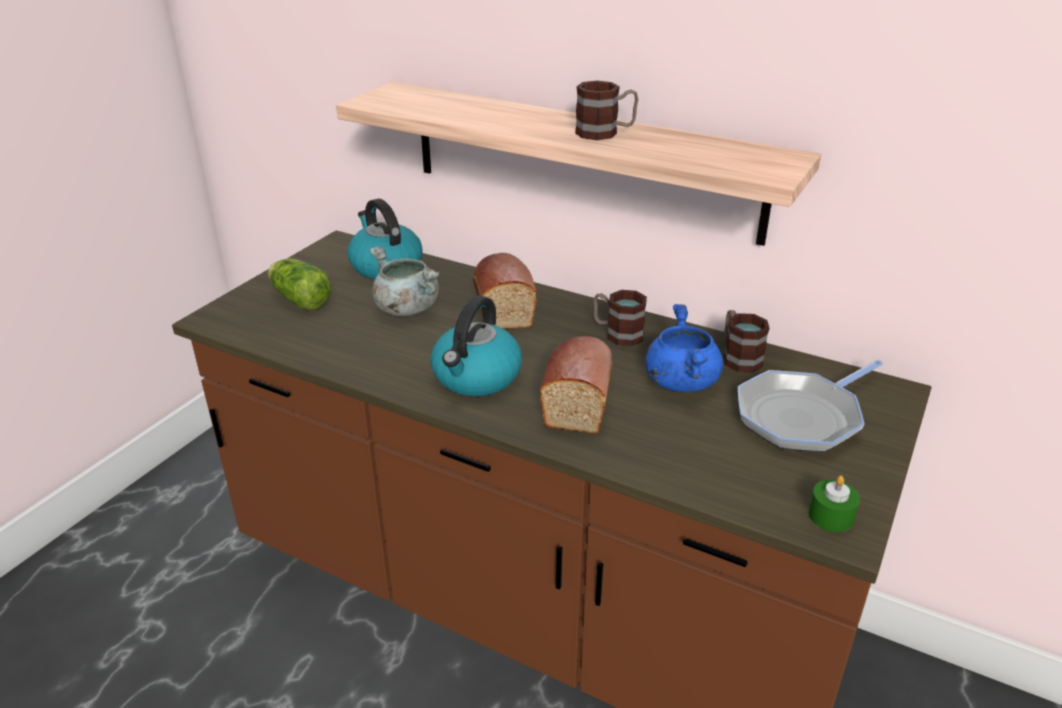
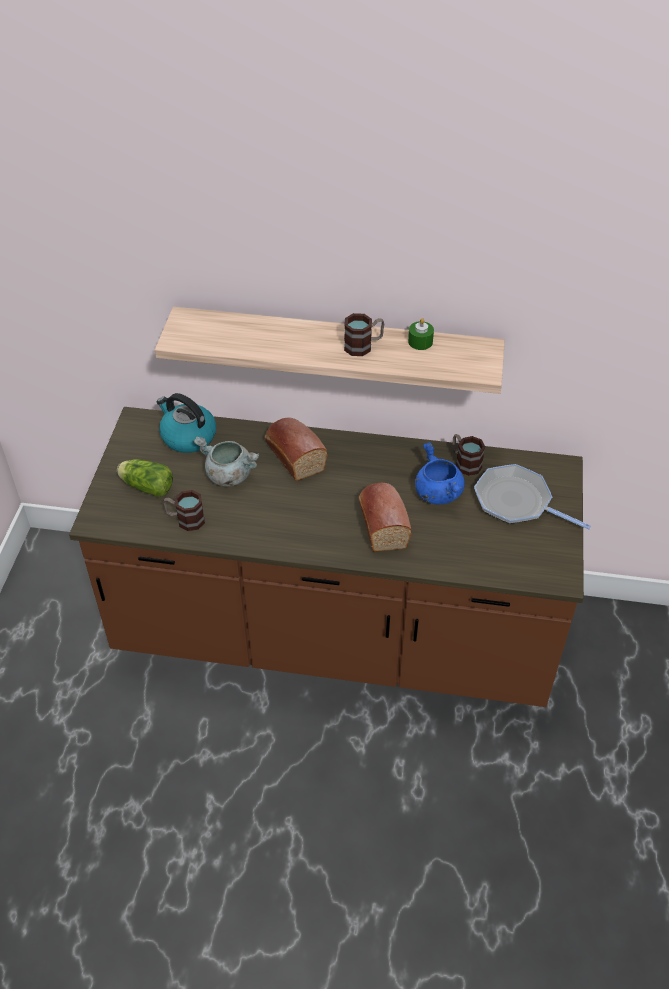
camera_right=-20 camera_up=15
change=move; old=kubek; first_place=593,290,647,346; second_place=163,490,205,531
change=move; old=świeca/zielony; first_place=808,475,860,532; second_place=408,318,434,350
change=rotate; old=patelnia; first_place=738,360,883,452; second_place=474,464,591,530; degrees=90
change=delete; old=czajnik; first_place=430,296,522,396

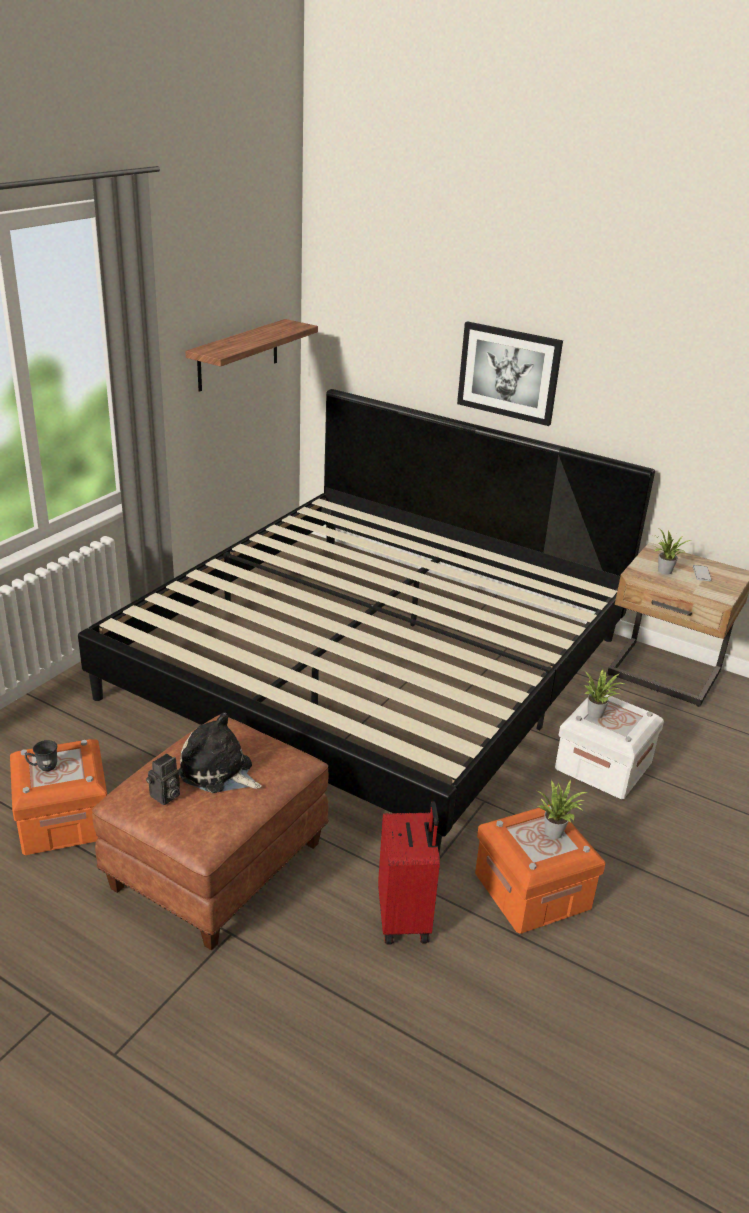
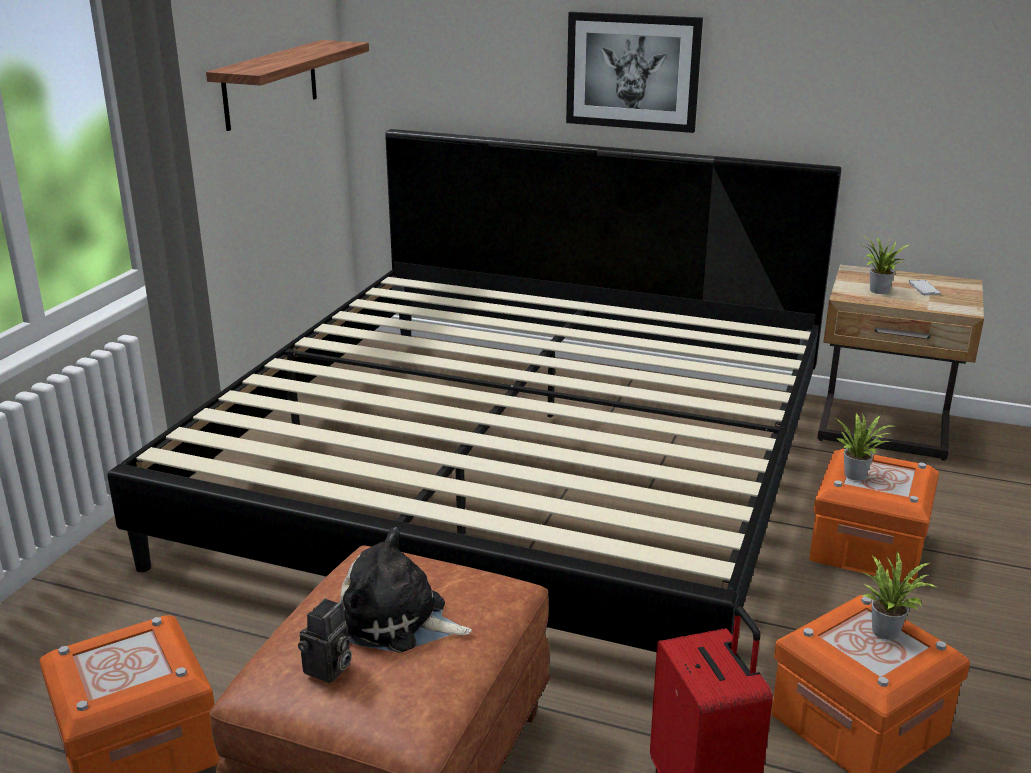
camera_right=-10 camera_up=-5
change=recolor; old=pojemnik do przechowywania/biały; new=pojemnik do przechowywania/pomarańczowy; first_place=555,692,664,799; second_place=809,449,939,584
change=delete; old=kubek/szary; first_place=25,740,57,771

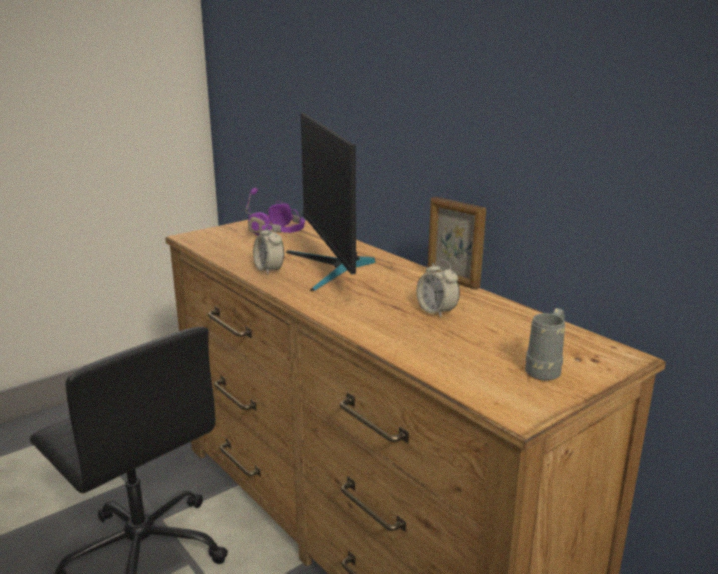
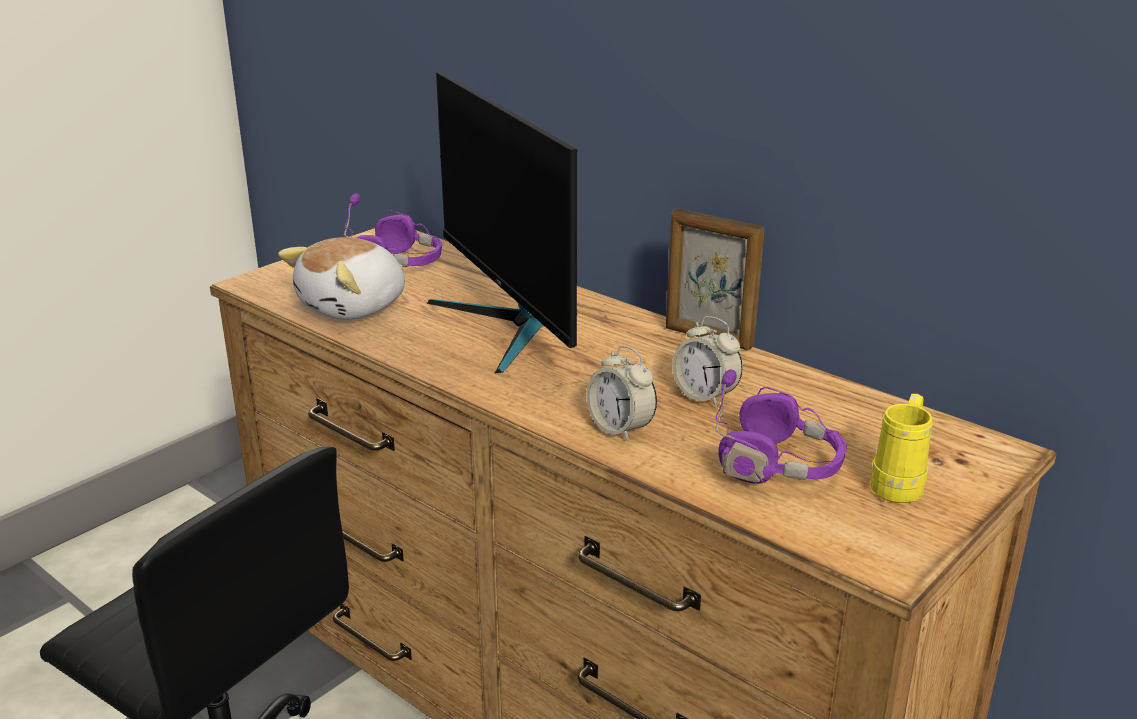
camera_right=-10 camera_up=5
change=insert; new=pluszak; second_place=278,237,405,320
change=move; old=budzik; first_place=253,224,284,275; second_place=587,345,657,442
change=insert; new=słuchawki/fioletowy; second_place=715,369,847,484
change=recolor; old=kubek/szary; new=kubek/żółty; first_place=525,308,565,381; second_place=870,394,933,503

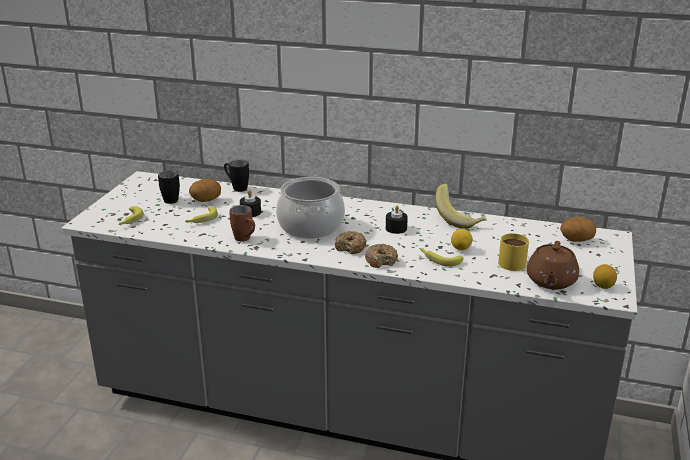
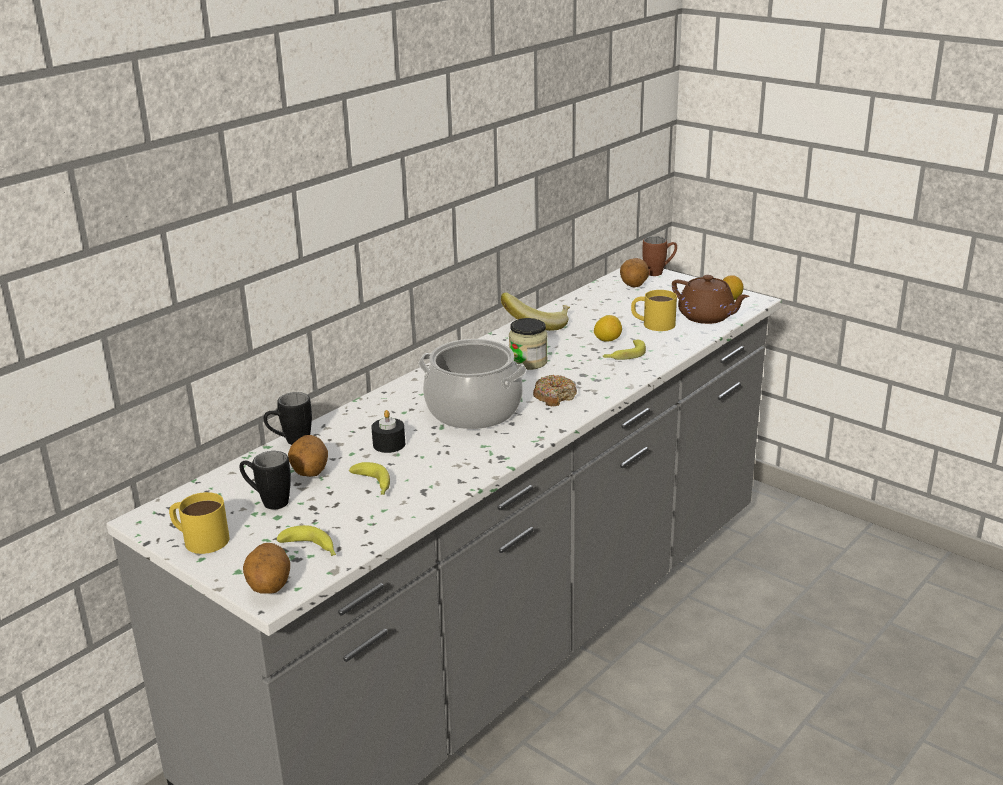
camera_right=-65 camera_up=0
change=insert; new=kubek/żółty; second_place=169,492,230,554
change=insert; new=ziemniak; second_place=243,543,290,594
change=replace; old=świeca/czarny; new=słoik; first_place=386,205,408,234; second_place=509,318,548,370
change=move; old=kubek/brązowy; first_place=229,205,255,242; second_place=642,236,677,276
change=delete; old=donut; first_place=365,244,398,268

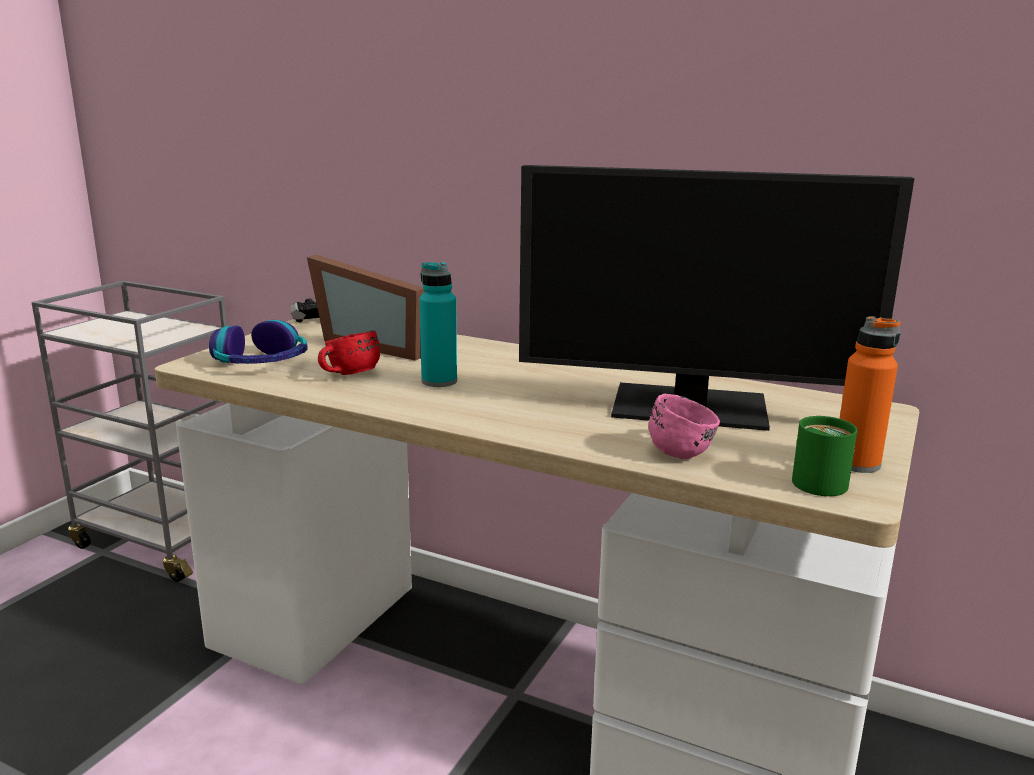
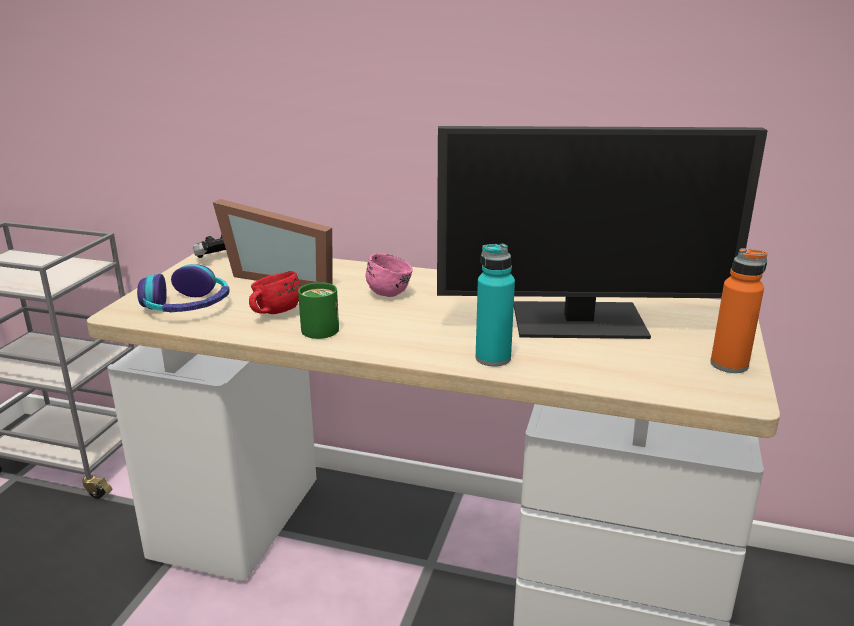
camera_right=-10 camera_up=5
change=move; old=kubek/zielony; first_place=792,416,857,496; second_place=298,282,339,339
change=move; old=kubek/różowy; first_place=648,394,720,459; second_place=365,253,413,297
change=move; old=butelka/turkusowy; first_place=419,262,457,387; second_place=475,244,515,366

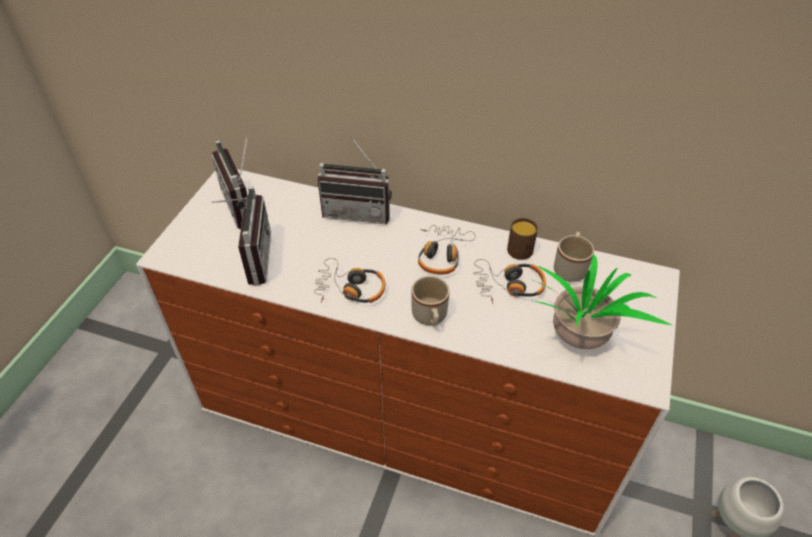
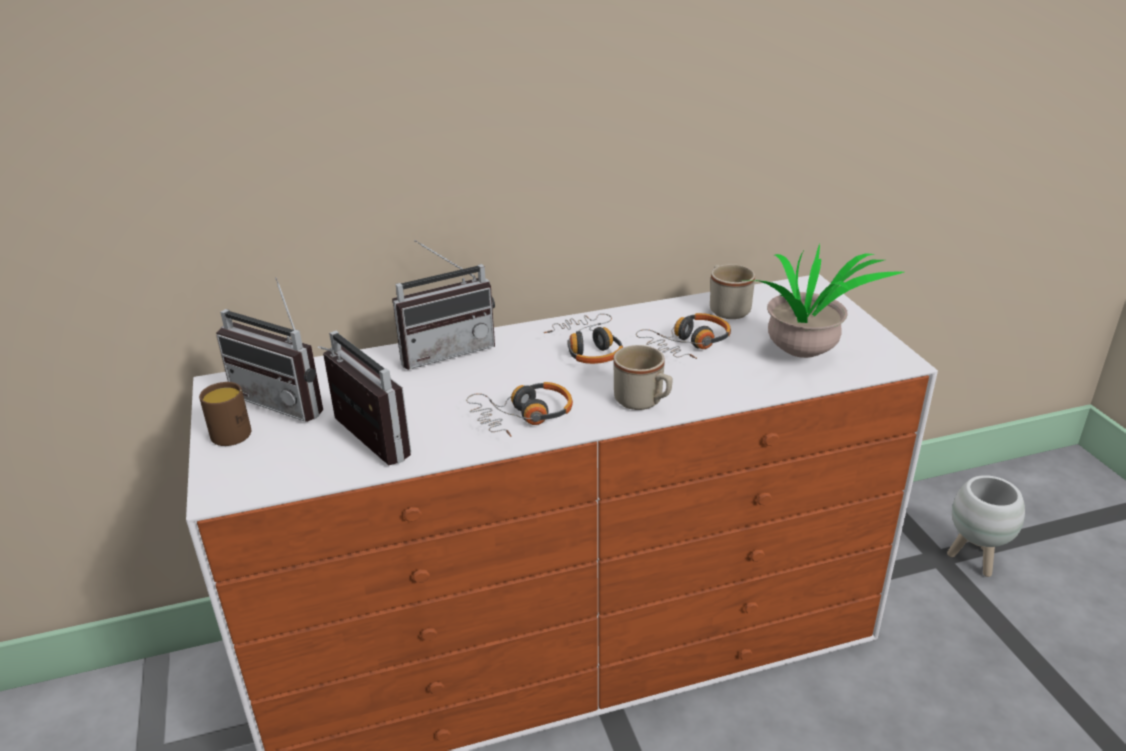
camera_right=-35 camera_up=-15
change=move; old=kubek/brązowy; first_place=507,218,538,260; second_place=199,382,251,446

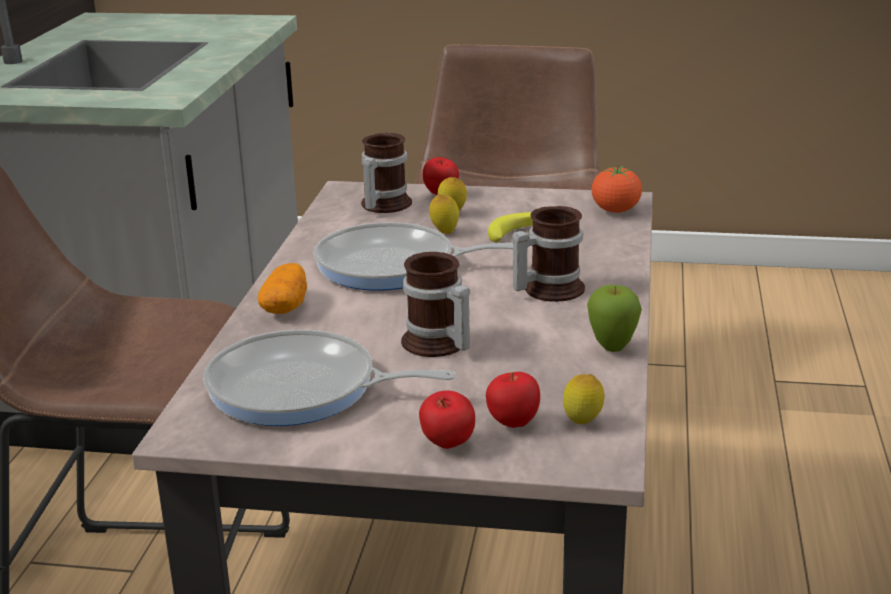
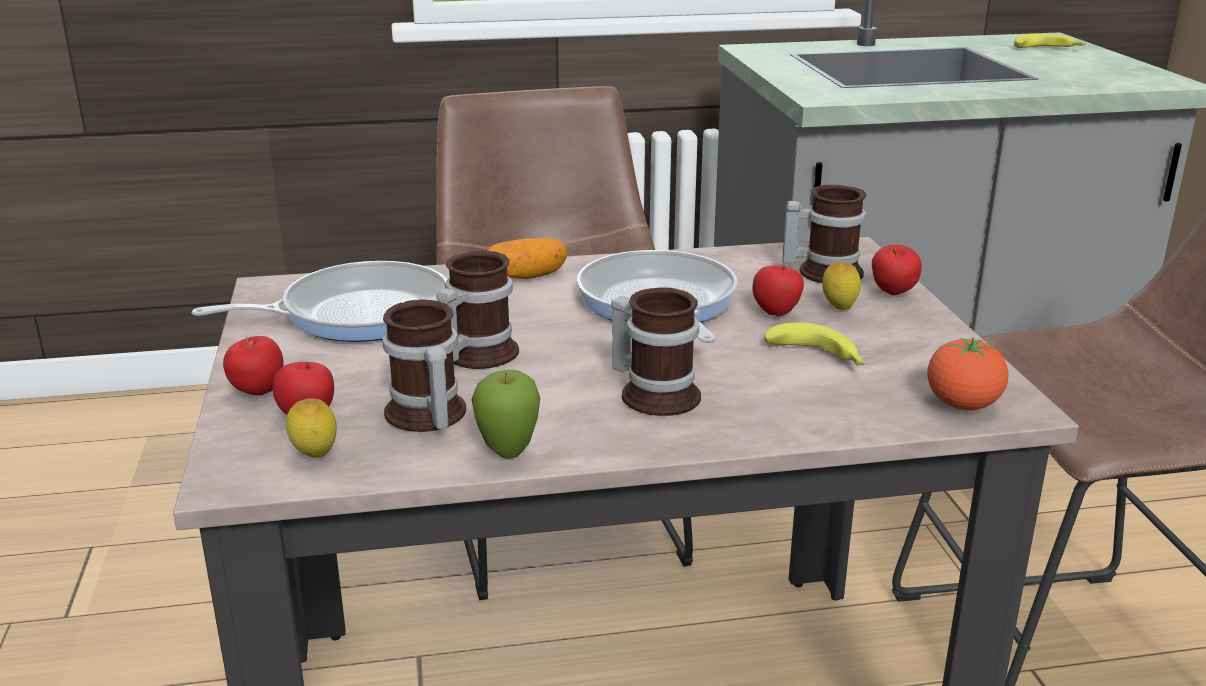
camera_right=70 camera_up=0
change=rotate; old=patelnia; first_place=203,330,456,426; second_place=192,261,447,342; degrees=75
change=insert; new=kubek; second_place=382,299,466,432
change=replace; old=cytryna; new=jabłko; first_place=429,194,459,234; second_place=752,265,804,317
change=insert; new=banan; second_place=1014,34,1087,48

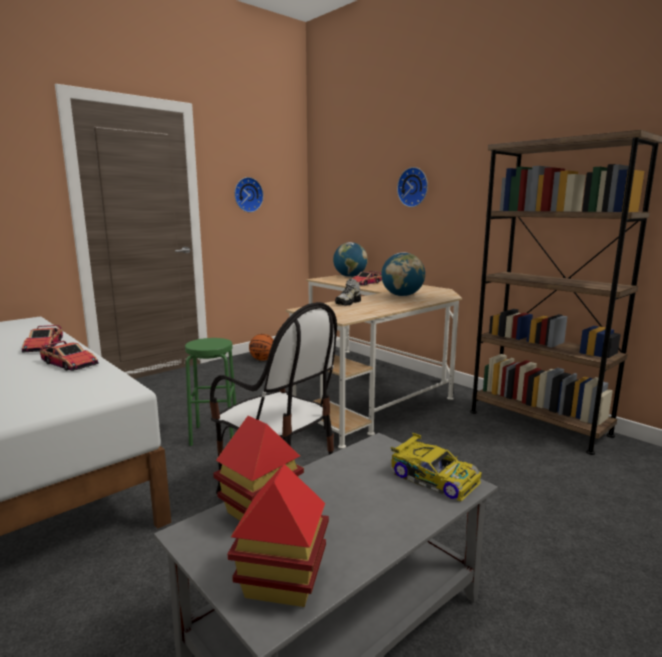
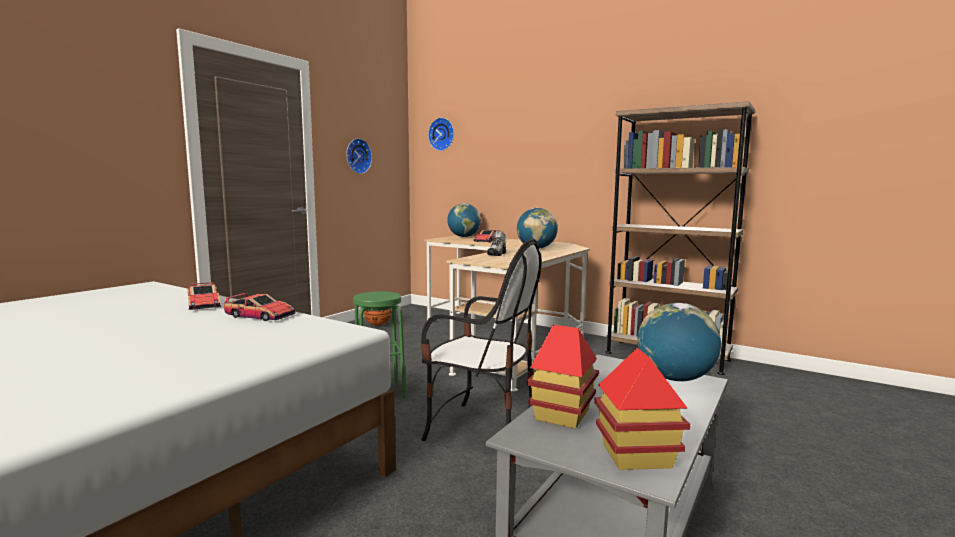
camera_right=-15 camera_up=-5
change=move; old=zegar ścienny; first_place=397,167,428,207; second_place=428,118,454,151
change=replace; old=samochodzik; new=globus; first_place=391,433,482,501; second_place=637,303,721,381

